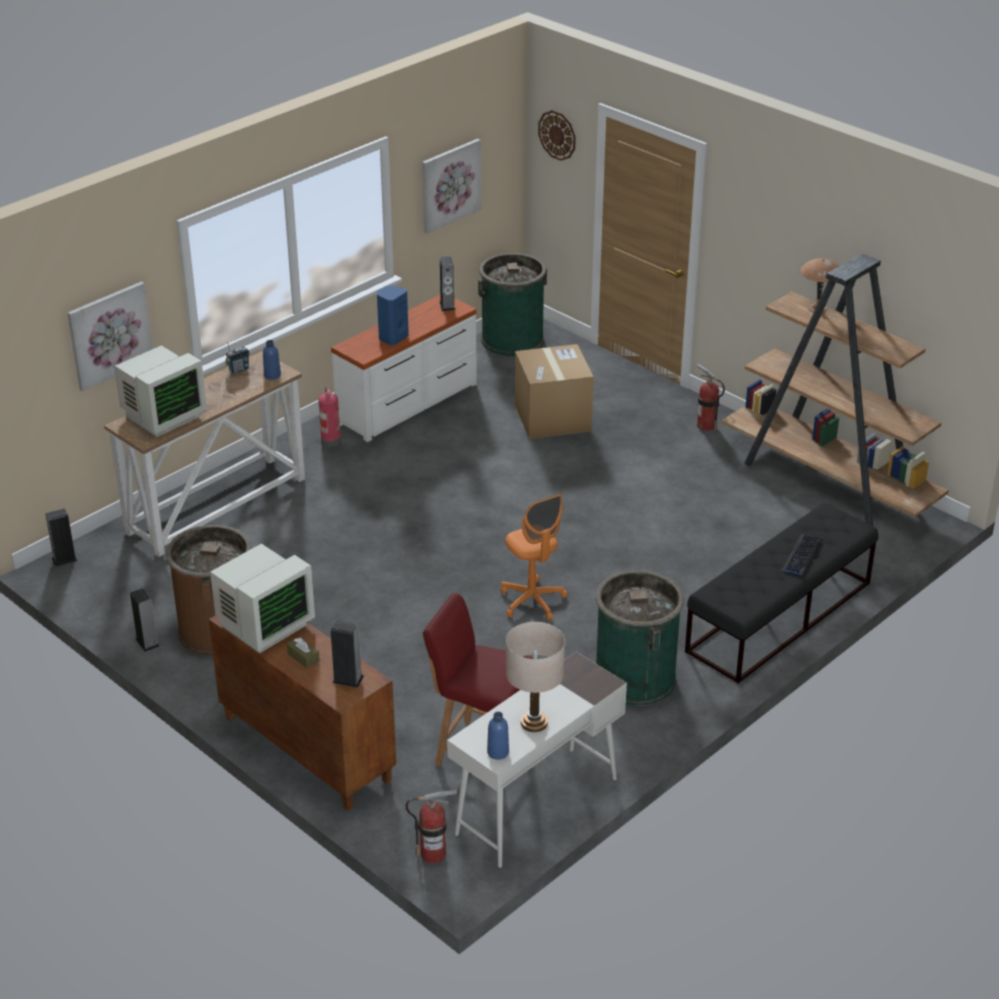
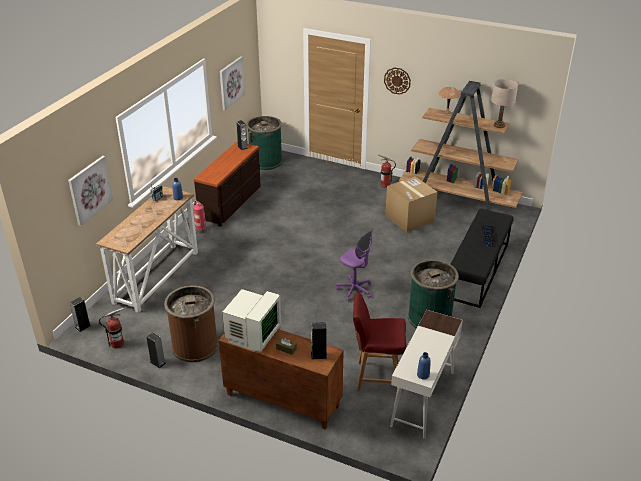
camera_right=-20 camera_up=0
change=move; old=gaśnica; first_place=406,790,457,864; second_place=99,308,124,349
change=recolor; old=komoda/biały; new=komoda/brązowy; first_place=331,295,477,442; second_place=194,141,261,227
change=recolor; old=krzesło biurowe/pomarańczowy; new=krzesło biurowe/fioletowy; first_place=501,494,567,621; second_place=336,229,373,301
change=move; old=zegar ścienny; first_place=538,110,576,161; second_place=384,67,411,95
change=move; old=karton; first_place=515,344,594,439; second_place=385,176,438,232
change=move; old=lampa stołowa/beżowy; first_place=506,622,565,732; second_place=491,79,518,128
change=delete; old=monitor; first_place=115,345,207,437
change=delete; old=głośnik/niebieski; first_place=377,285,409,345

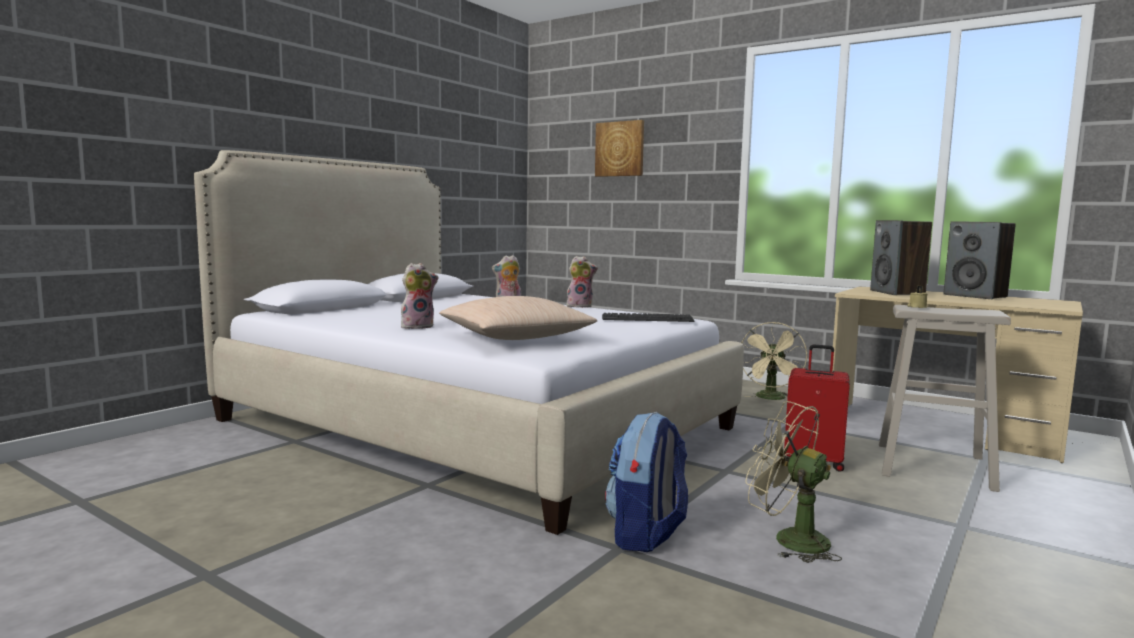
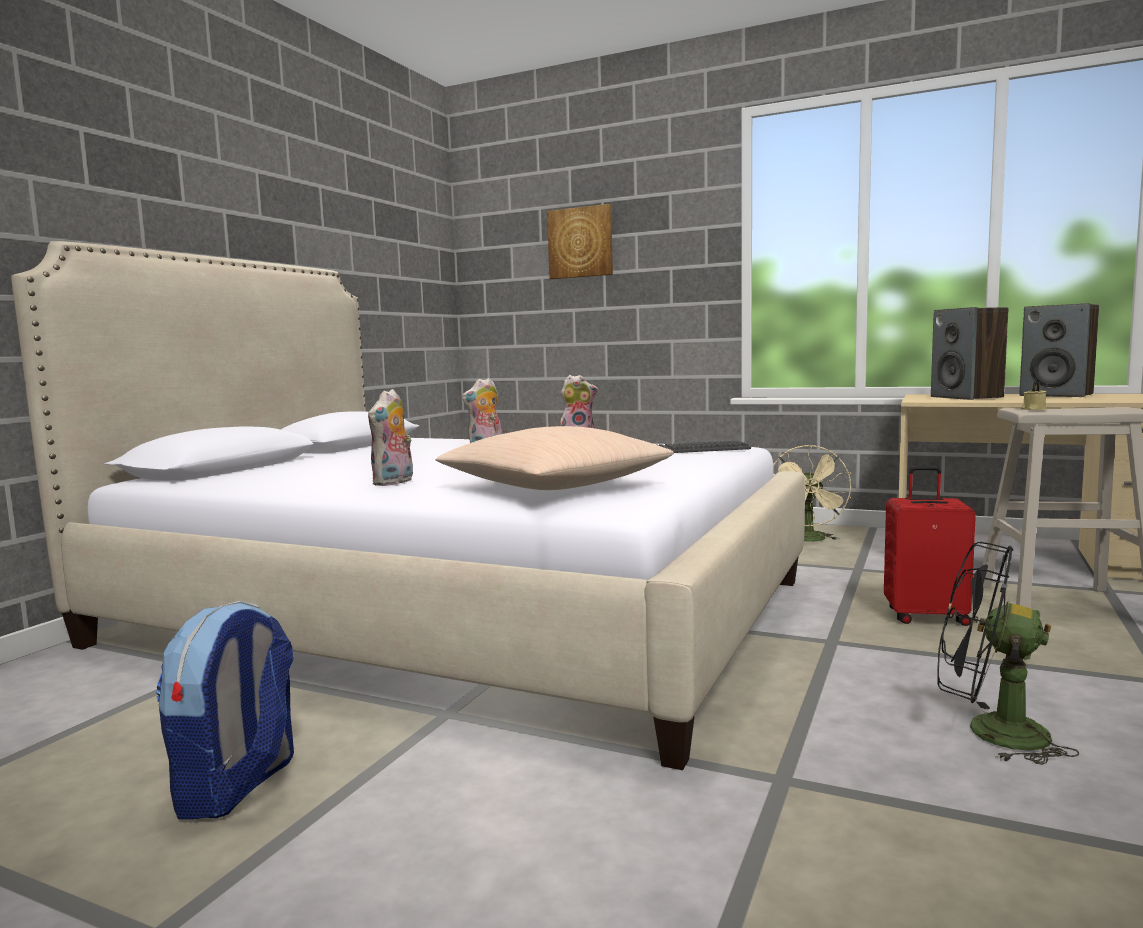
camera_right=-10 camera_up=0
change=move; old=plecak; first_place=605,412,688,552; second_place=156,601,294,819
change=rotate; old=pluszak; first_place=401,263,439,329; second_place=368,389,413,486; degrees=150
change=recolor; old=wentylator/beżowy; new=wentylator/czarny; first_place=745,401,842,563; second_place=937,542,1079,765

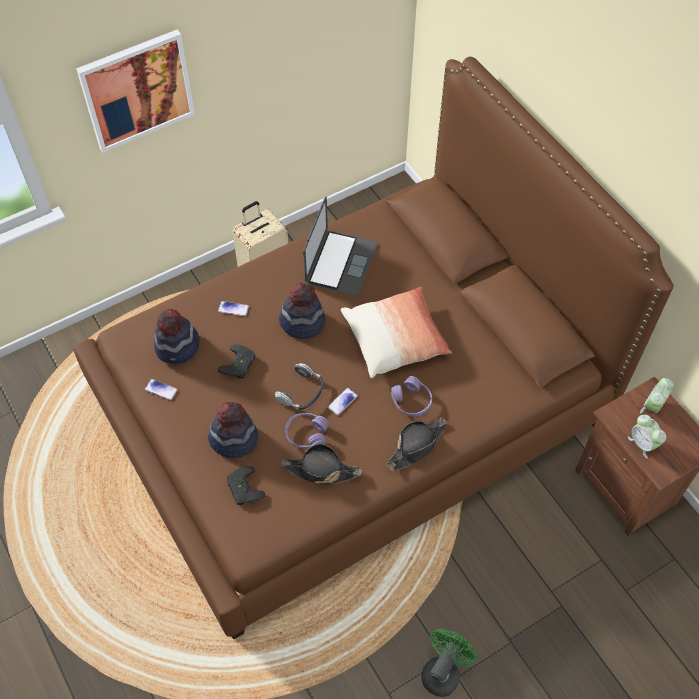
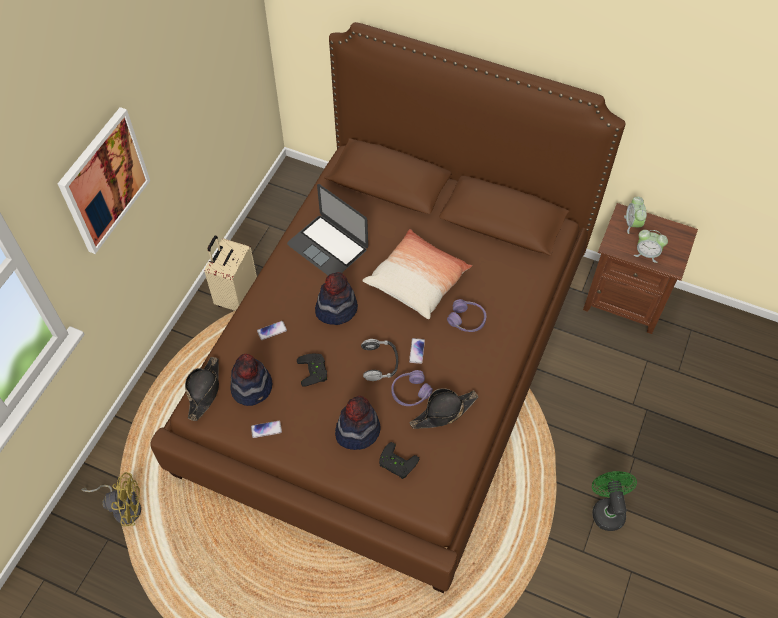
camera_right=-35 camera_up=0
change=insert; new=wentylator/żółty; second_place=81,472,141,527
change=move; old=kapelusz/czarny; first_place=386,417,447,471; second_place=185,357,219,421
change=rotate; old=laptop; first_place=303,197,377,296; second_place=287,184,368,275; degrees=150

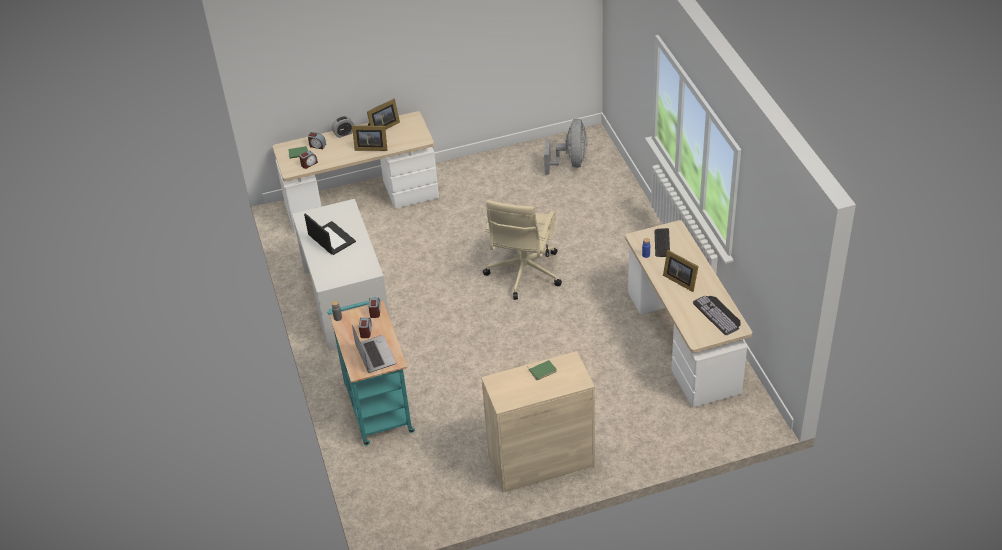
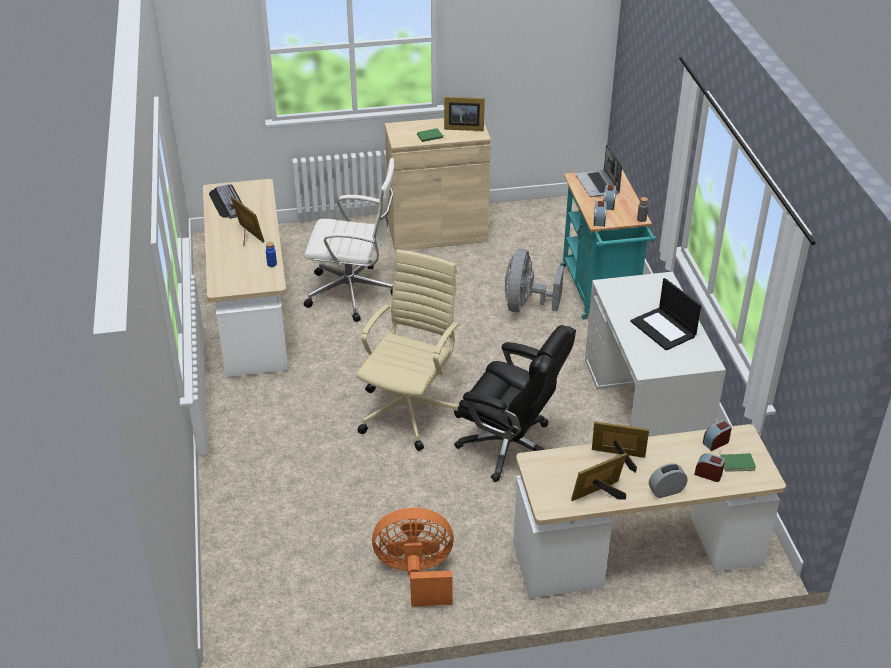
camera_right=-175 camera_up=-5
change=insert; new=krzesło biurowe/biały; second_place=304,158,395,322
change=insert; new=wentylator/pomarańczowy; second_place=372,508,454,607
change=insert; new=ramka na zdjęcie; second_place=444,97,485,131
change=insert; new=krzesło biurowe/czarny; second_place=454,325,576,482
change=move; old=wentylator/szary; first_place=544,119,587,174; second_place=505,249,564,312
change=delete; old=klawiatura; first_place=655,228,670,257

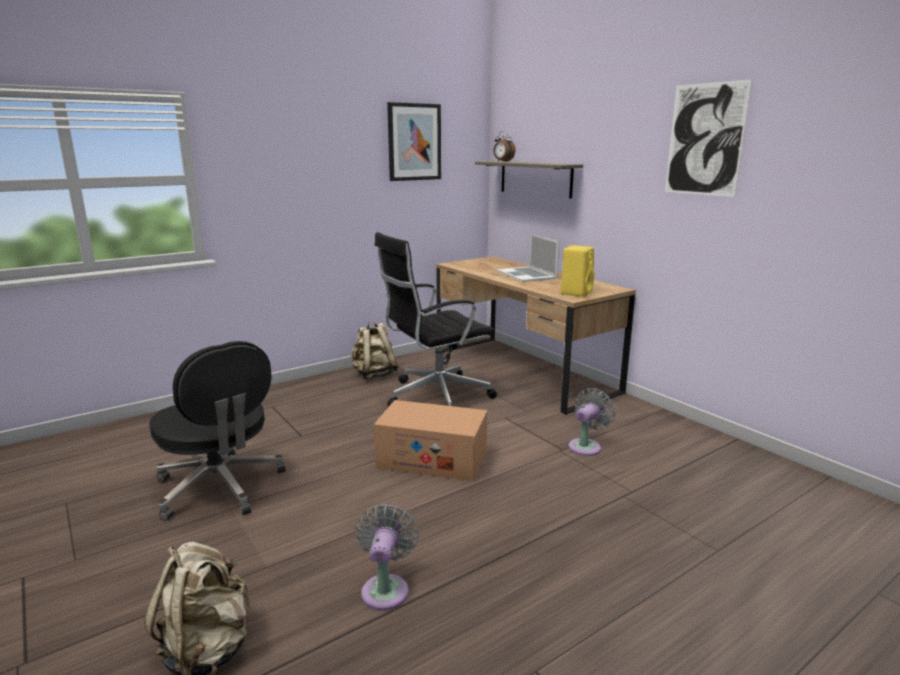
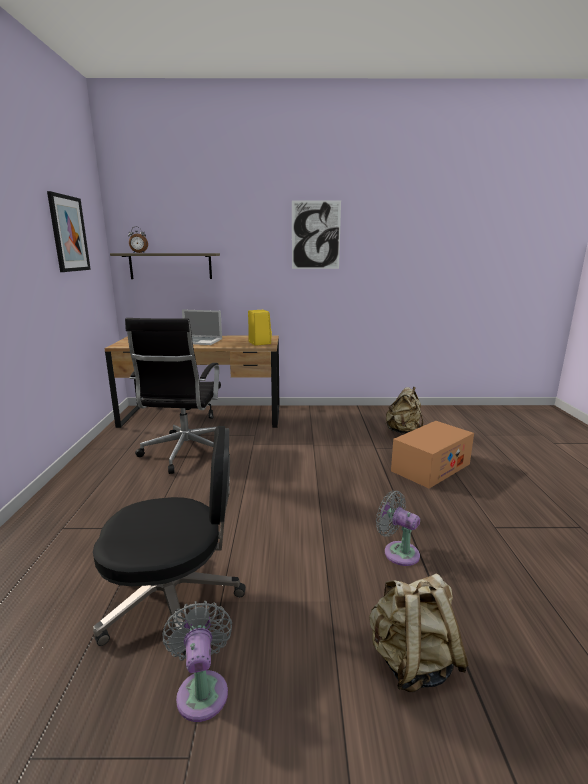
camera_right=-55 camera_up=0
change=move; old=wentylator/szary; first_place=568,388,615,456; second_place=163,601,232,722
change=move; old=plecak/beżowy; first_place=350,322,399,379; second_place=385,387,423,434
change=move; old=karton; first_place=374,400,487,482; second_place=391,421,474,488

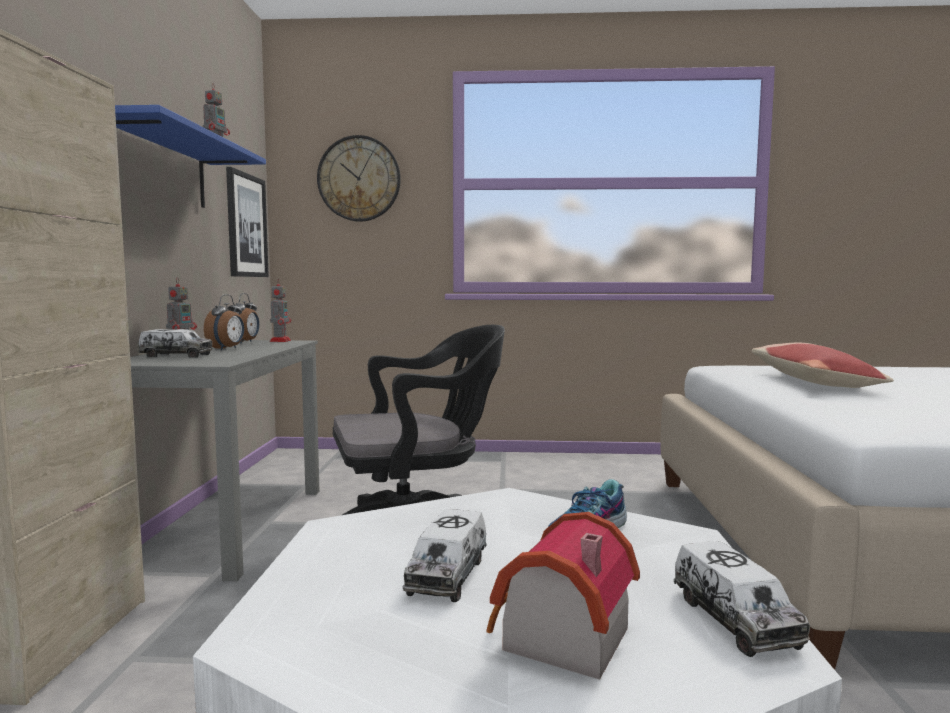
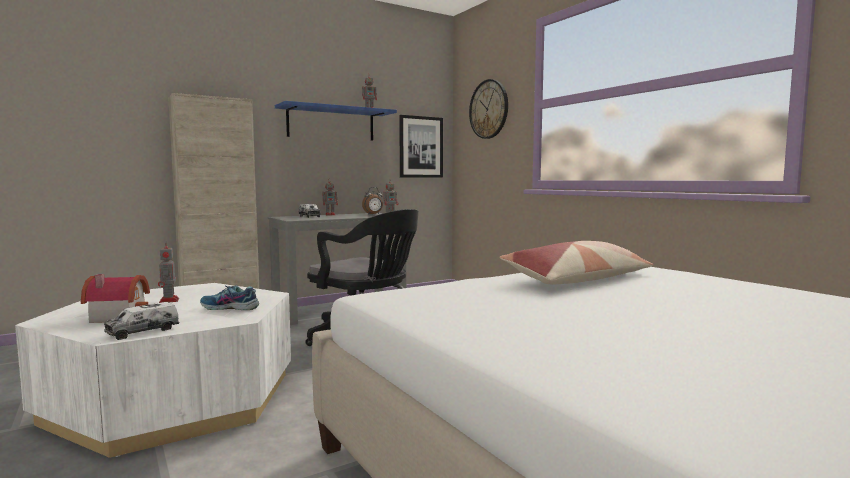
camera_right=55 camera_up=0
change=replace; old=ciężarówka zabawkowa; new=robot zabawkowy; first_place=403,509,487,602; second_place=158,246,179,303
change=delete; old=budzik; first_place=204,294,244,350

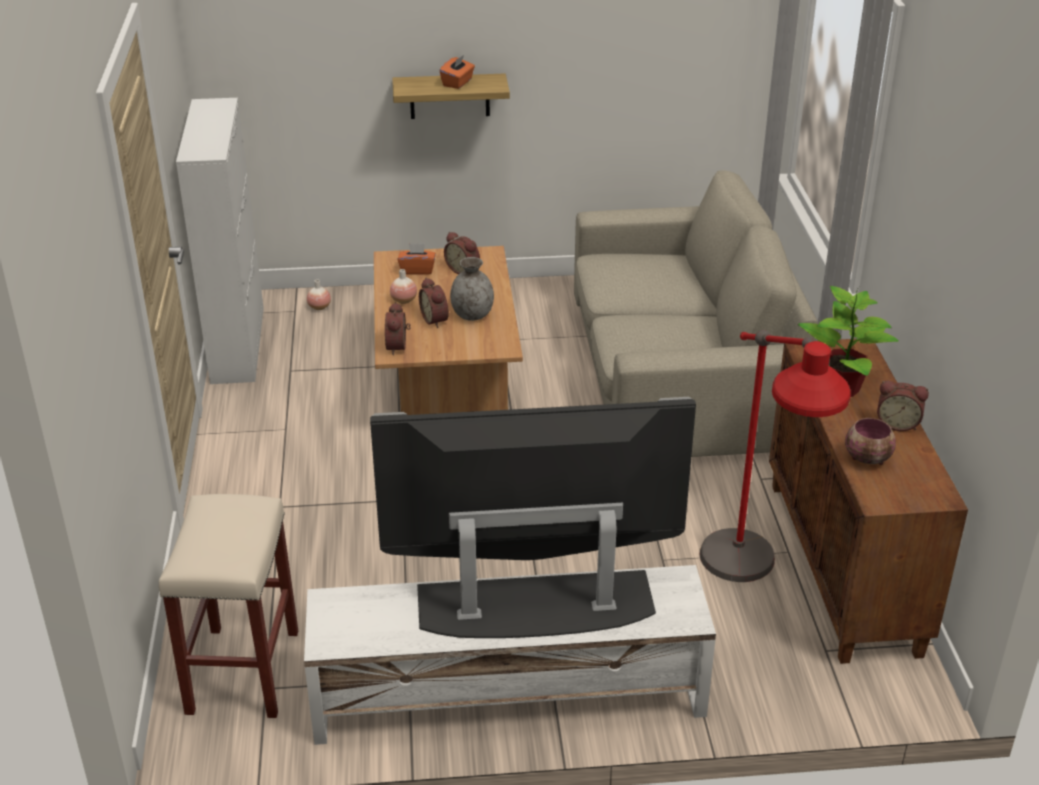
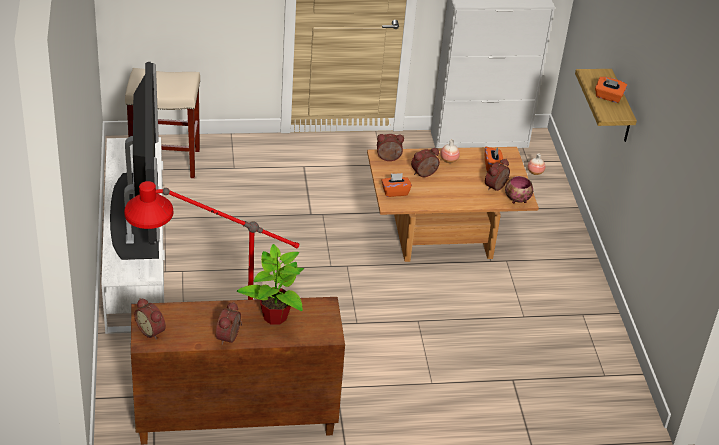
camera_right=85 camera_up=5
change=insert; new=budzik; second_place=134,298,166,340
change=insert; new=pudełko chusteczek/pomarańczowy; second_place=381,173,412,197
change=move; old=miska; first_place=845,418,896,465; second_place=505,176,533,203
change=delete; old=wazon/szary; first_place=450,257,494,321
change=delete; old=kanapa/beżowy; first_place=574,170,818,457

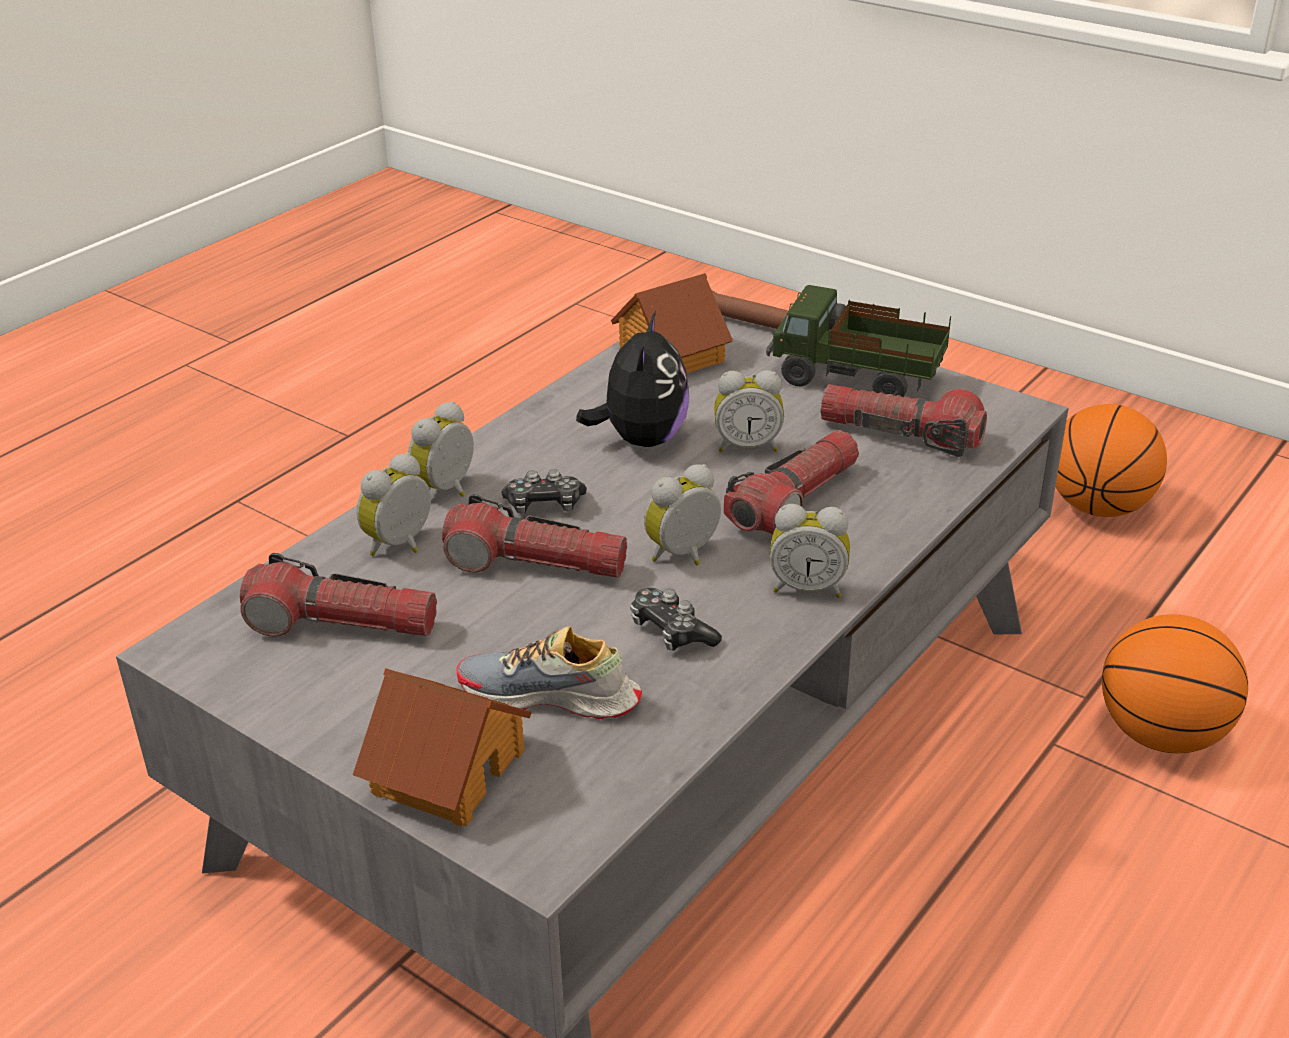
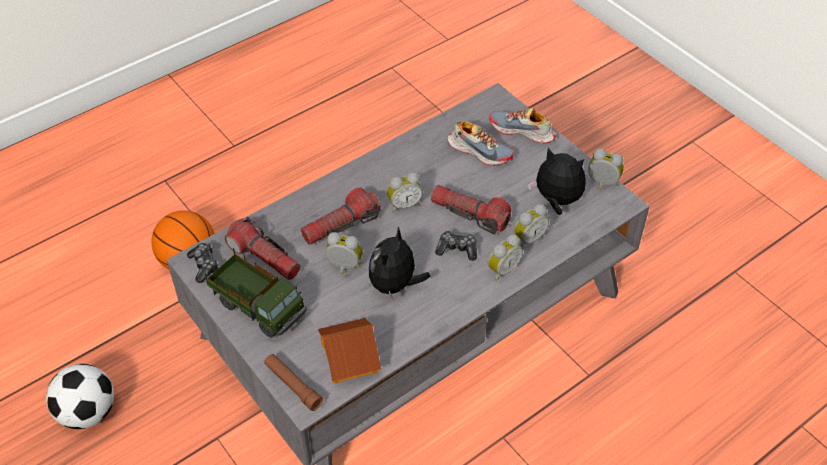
camera_right=-165 camera_up=15
change=replace; old=piłka do koszykówki; new=piłka futbolowa; first_place=1055,404,1167,517; second_place=46,364,114,429
change=move; old=pad do gier; first_place=630,588,722,651; second_place=187,243,219,283
change=replace; old=domek; new=but; first_place=353,668,532,826; second_place=490,108,556,144
change=replace; old=latarka; new=pluszak; first_place=240,553,437,637; second_place=528,148,586,215
change=move; old=budzik; first_place=769,504,850,598; second_place=588,148,624,190

